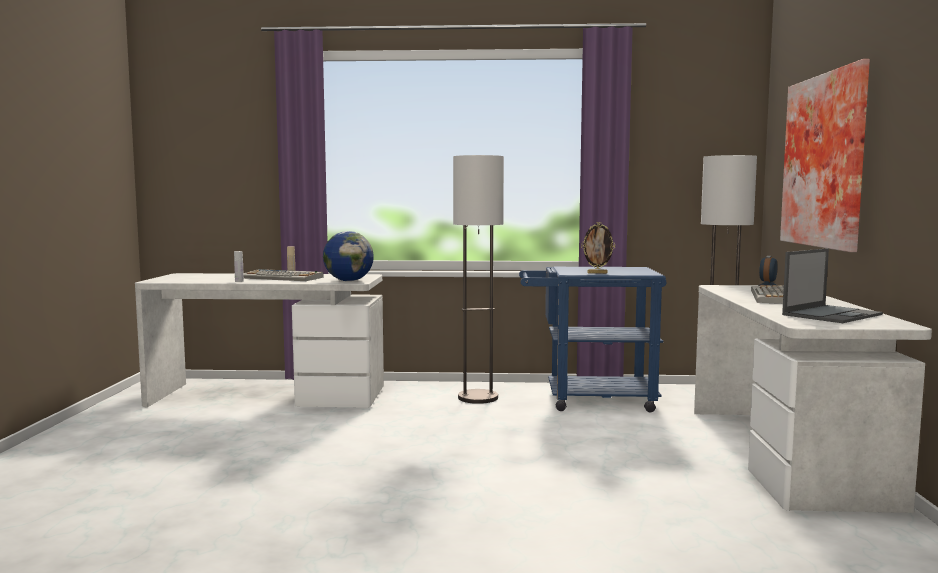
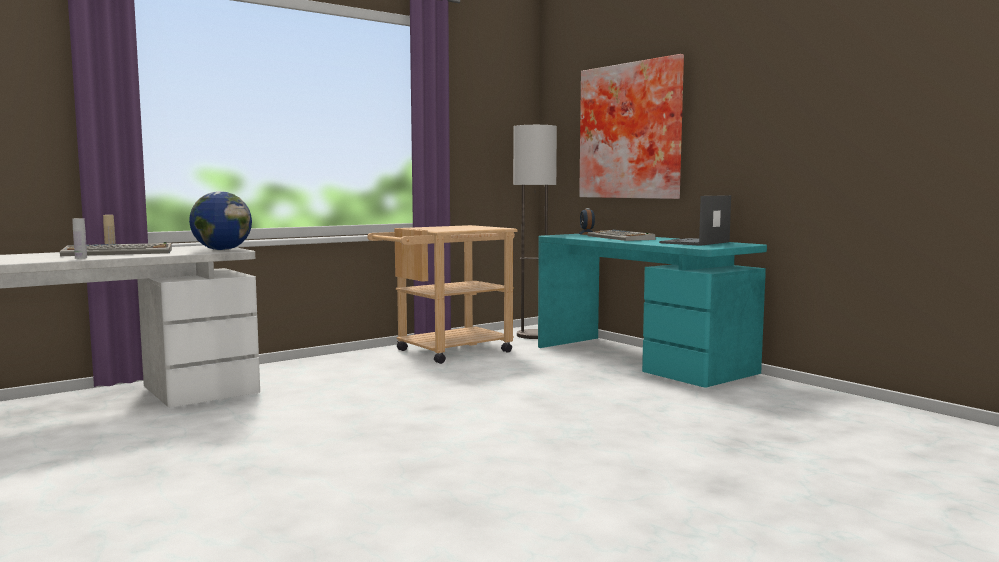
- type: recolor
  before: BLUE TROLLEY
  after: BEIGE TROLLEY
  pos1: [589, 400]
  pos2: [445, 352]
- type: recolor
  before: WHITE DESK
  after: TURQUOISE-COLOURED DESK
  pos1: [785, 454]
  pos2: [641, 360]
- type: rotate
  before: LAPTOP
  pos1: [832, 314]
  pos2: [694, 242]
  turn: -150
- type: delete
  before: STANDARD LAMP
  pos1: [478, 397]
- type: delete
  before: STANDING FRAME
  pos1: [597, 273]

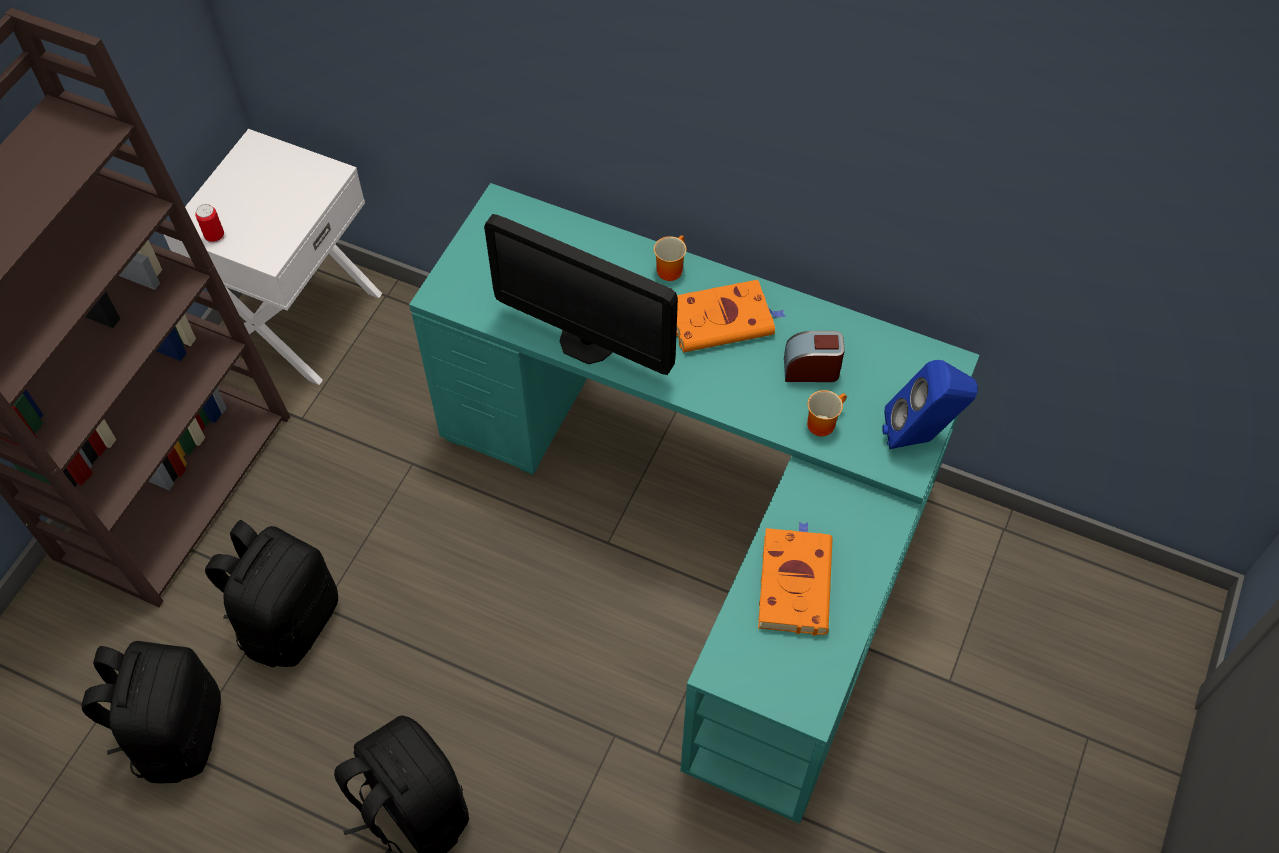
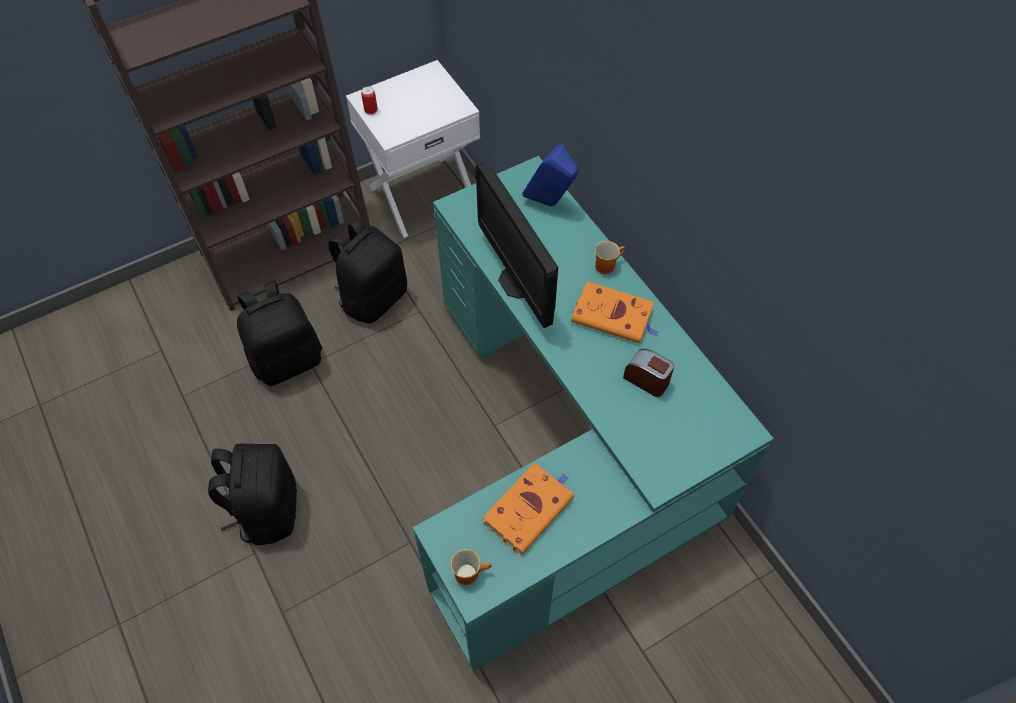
- type: move
  before: BLACK-COLOURED RUCKSACK
  pos1: [176, 732]
  pos2: [373, 297]
- type: move
  before: TEA MUG
  pos1: [822, 421]
  pos2: [469, 571]
- type: move
  before: BLUE AUDIO SPEAKER
  pos1: [920, 437]
  pos2: [550, 203]

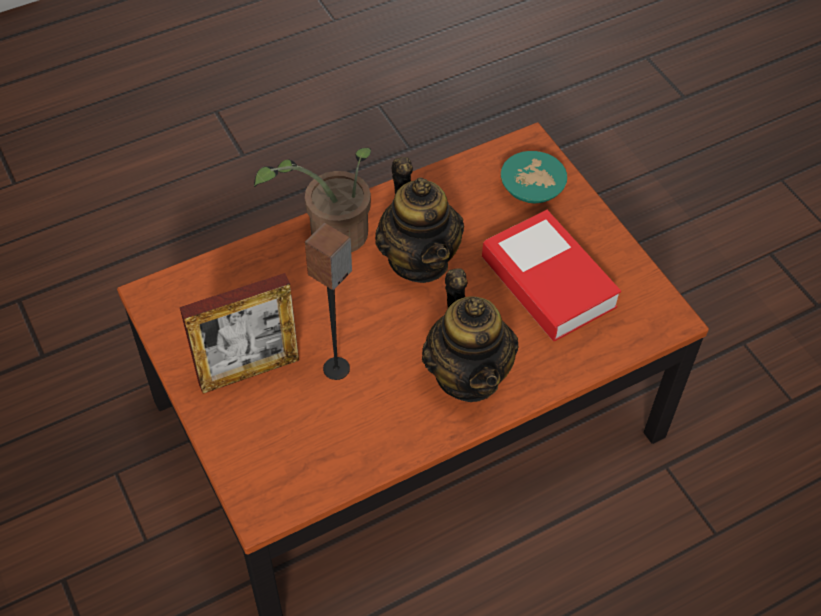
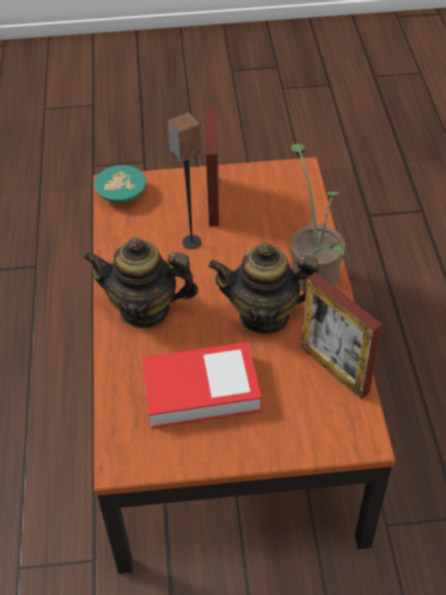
- type: move
  before: TURQUOISE-COLOURED DEEP DISH
  pos1: [534, 190]
  pos2: [120, 194]
- type: insert
  after: STANDING FRAME
  pos2: [334, 369]

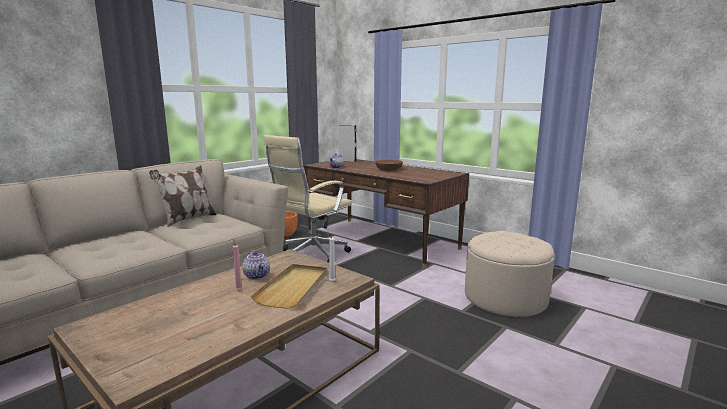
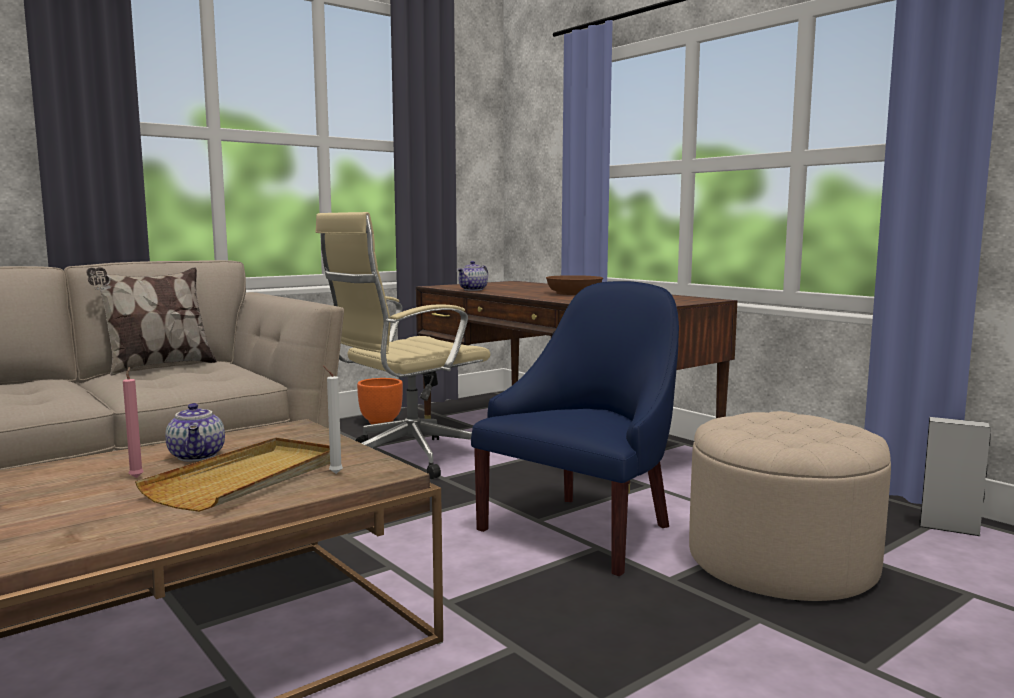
- type: insert
  after: BLUE LOUNGE CHAIR
  pos2: [583, 529]
- type: move
  before: GREYISH AUDIO SPEAKER
  pos1: [347, 161]
  pos2: [949, 527]

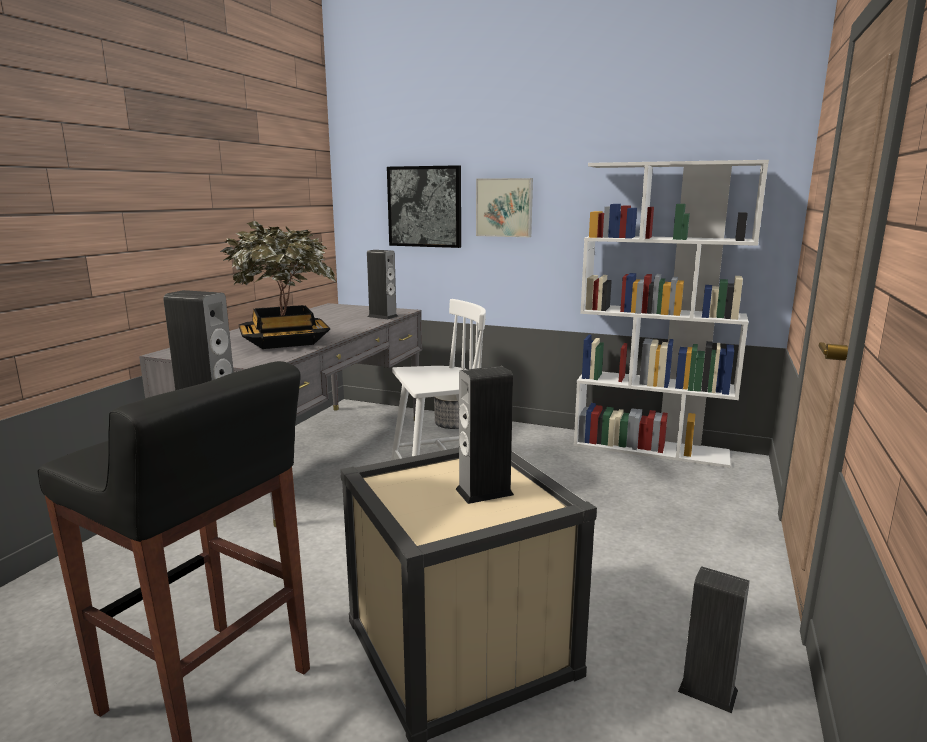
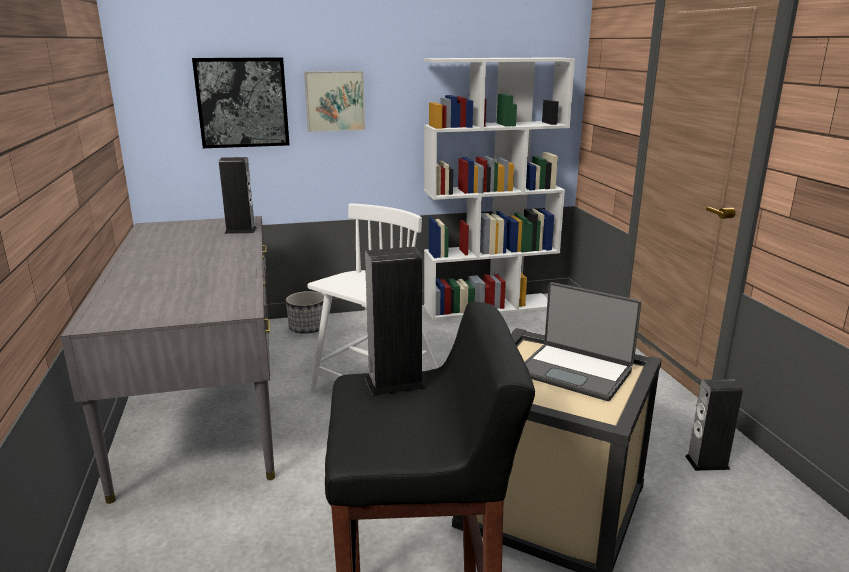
- type: replace
  before: AUDIO SPEAKER
  after: LAPTOP
  pos1: [484, 492]
  pos2: [575, 372]
- type: delete
  before: POTTED PLANT
  pos1: [284, 341]

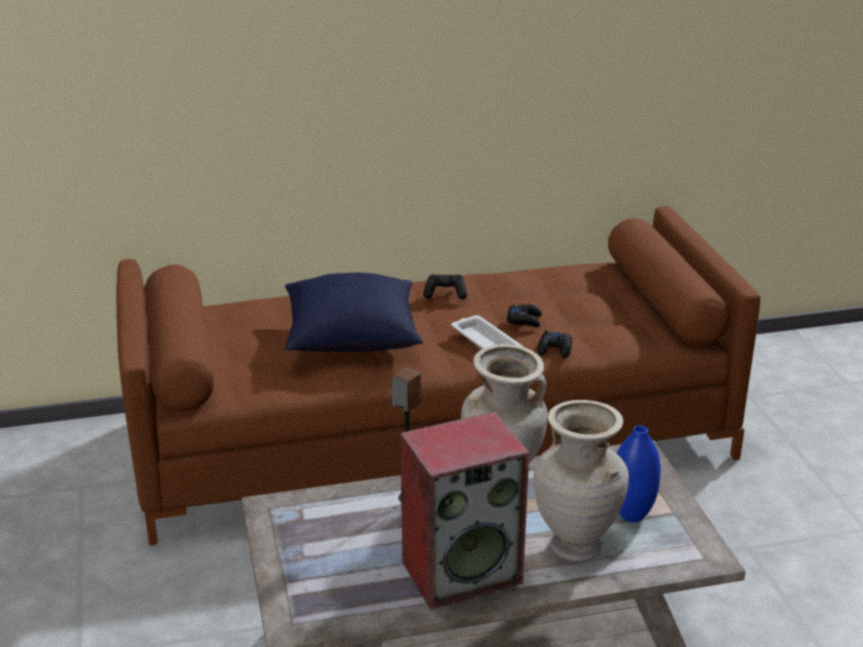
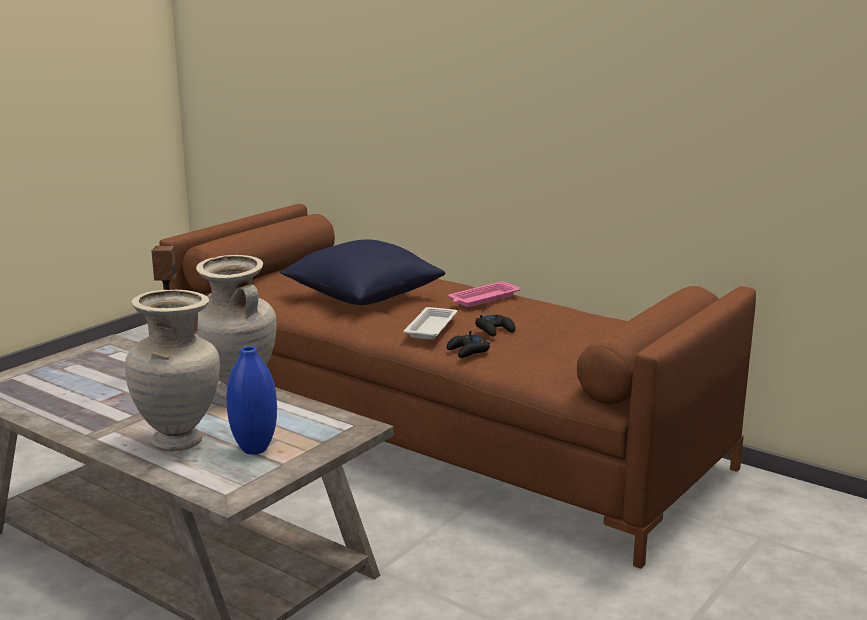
- type: replace
  before: BLACK-COLOURED GAME CONTROLLER
  after: PINK CARRYING TRAY
  pos1: [445, 294]
  pos2: [483, 299]
- type: delete
  before: AUDIO SPEAKER
  pos1: [462, 571]

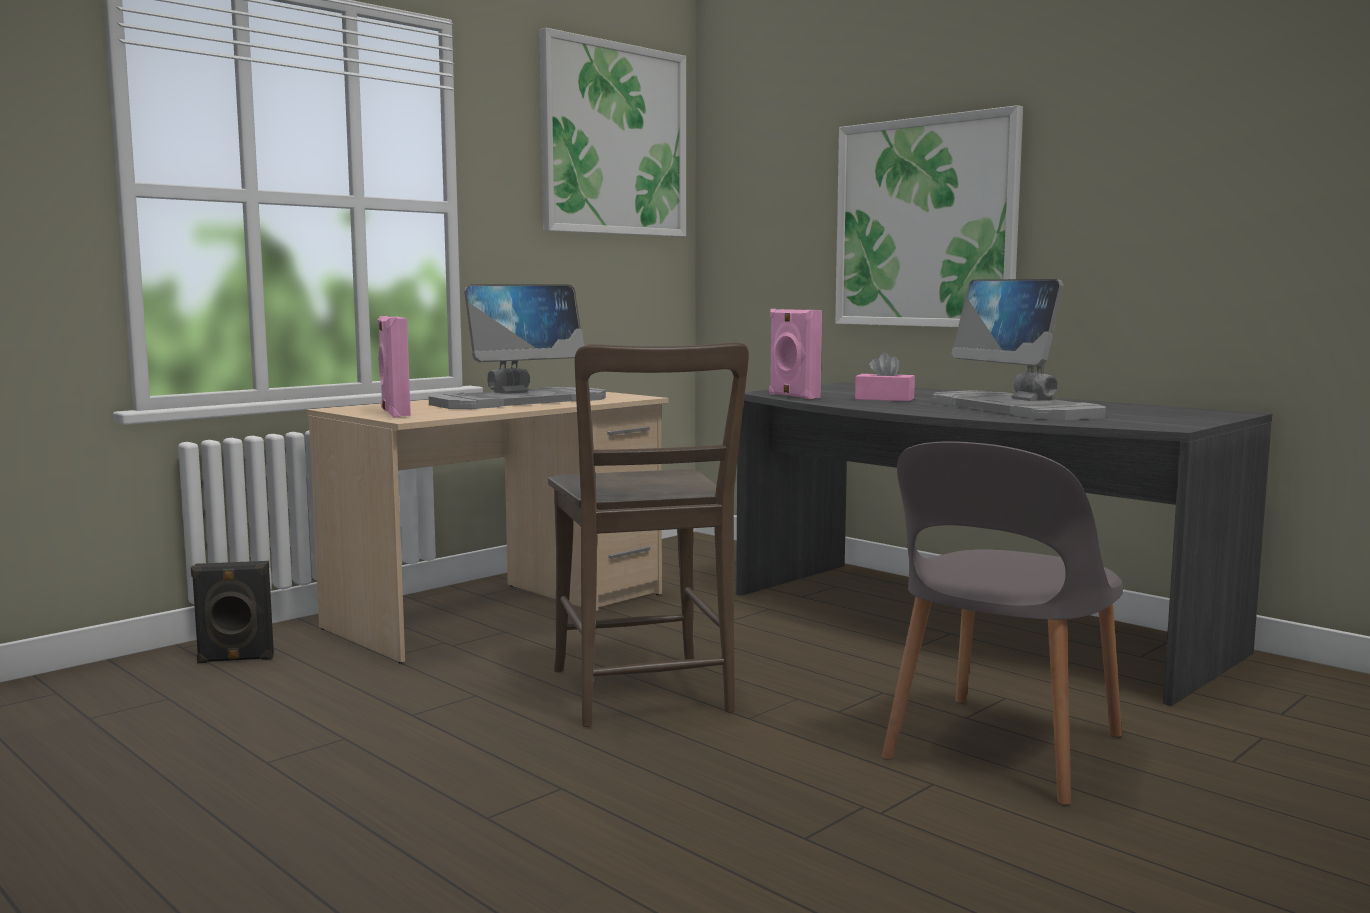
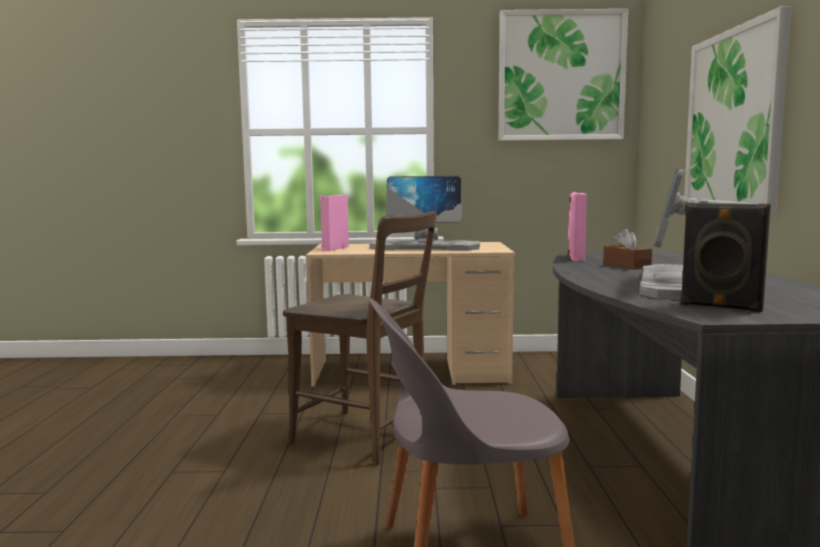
- type: rotate
  before: BROWN-COLOURED CHAIR
  pos1: [643, 694]
  pos2: [365, 438]
  turn: -90
- type: recolor
  before: PINK TISSUE HOLDER
  after: BROWN-COLOURED TISSUE HOLDER
  pos1: [884, 399]
  pos2: [626, 266]
- type: move
  before: BLACK-COLOURED AUDIO SPEAKER
  pos1: [235, 659]
  pos2: [720, 307]

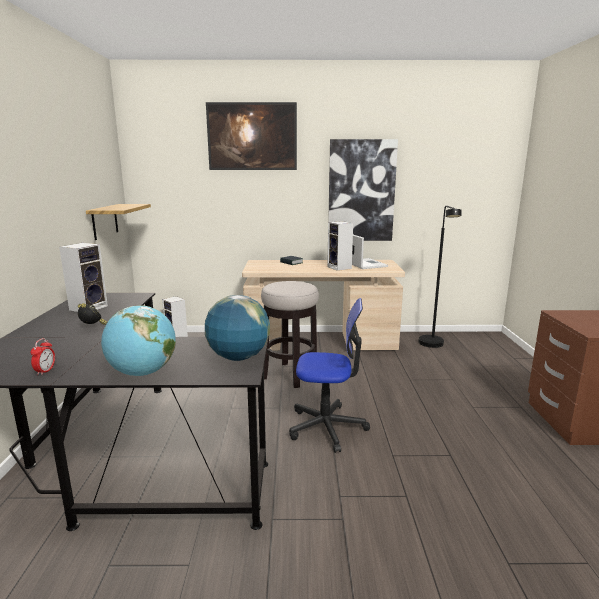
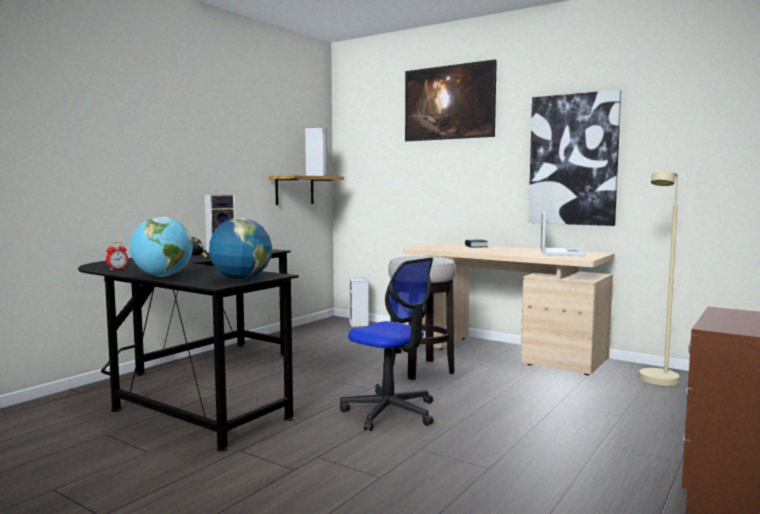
- type: move
  before: AUDIO SPEAKER
  pos1: [340, 268]
  pos2: [317, 176]
- type: recolor
  before: BLACK-COLOURED STANDARD LAMP
  after: BEIGE STANDARD LAMP
  pos1: [433, 345]
  pos2: [657, 382]

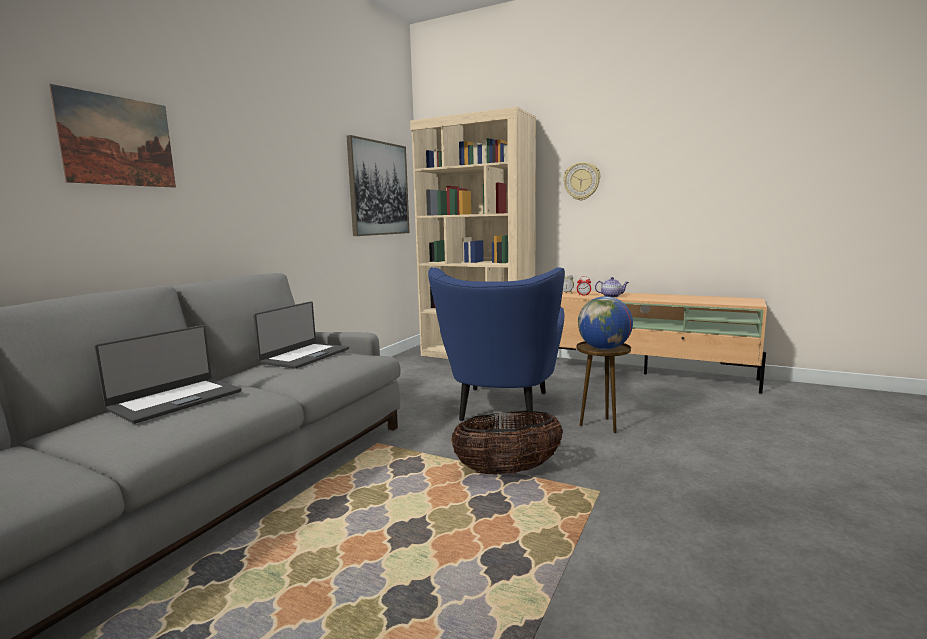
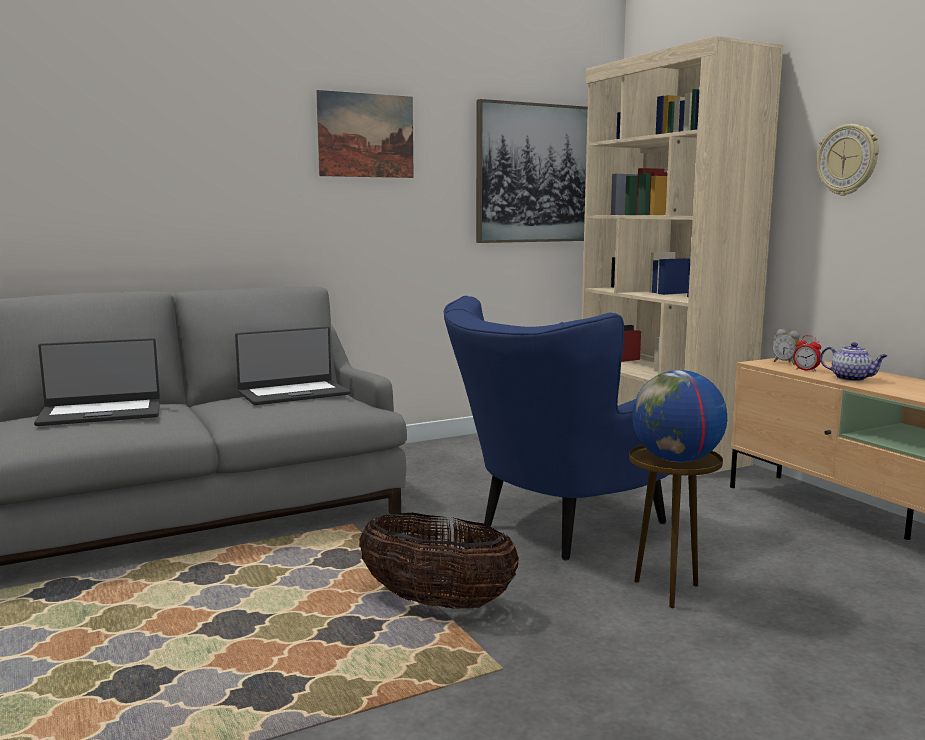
- type: move
  before: PICTURE
  pos1: [118, 141]
  pos2: [366, 135]

